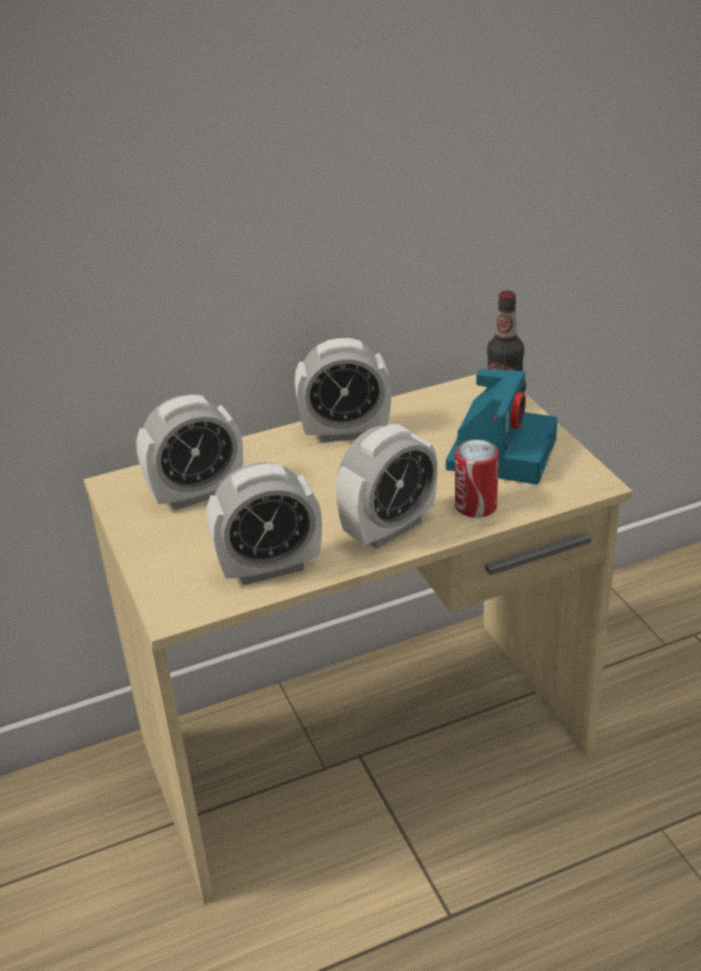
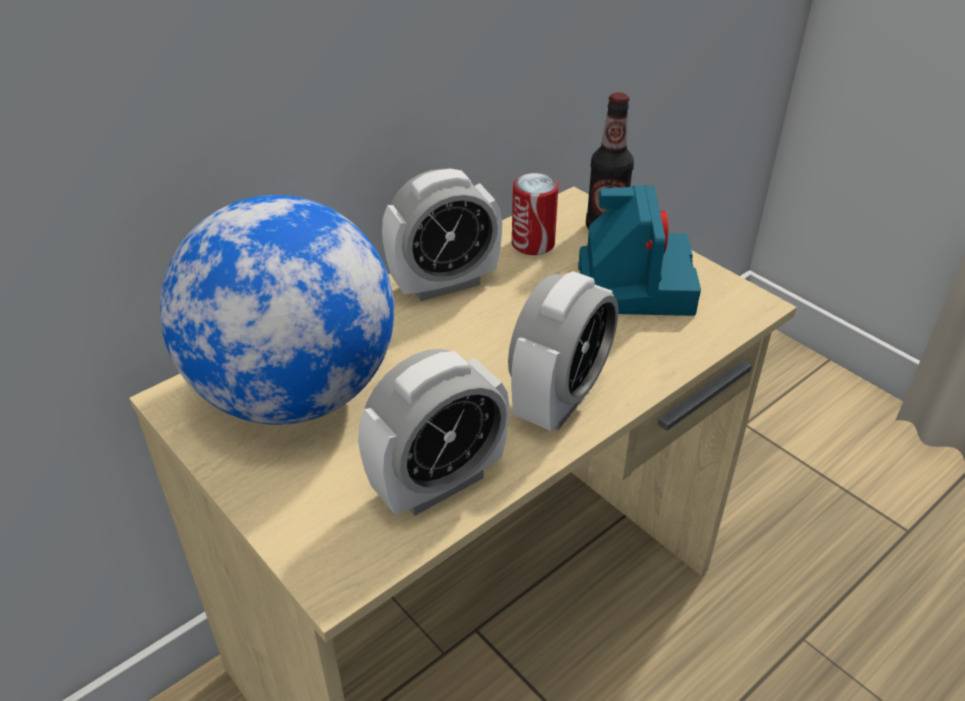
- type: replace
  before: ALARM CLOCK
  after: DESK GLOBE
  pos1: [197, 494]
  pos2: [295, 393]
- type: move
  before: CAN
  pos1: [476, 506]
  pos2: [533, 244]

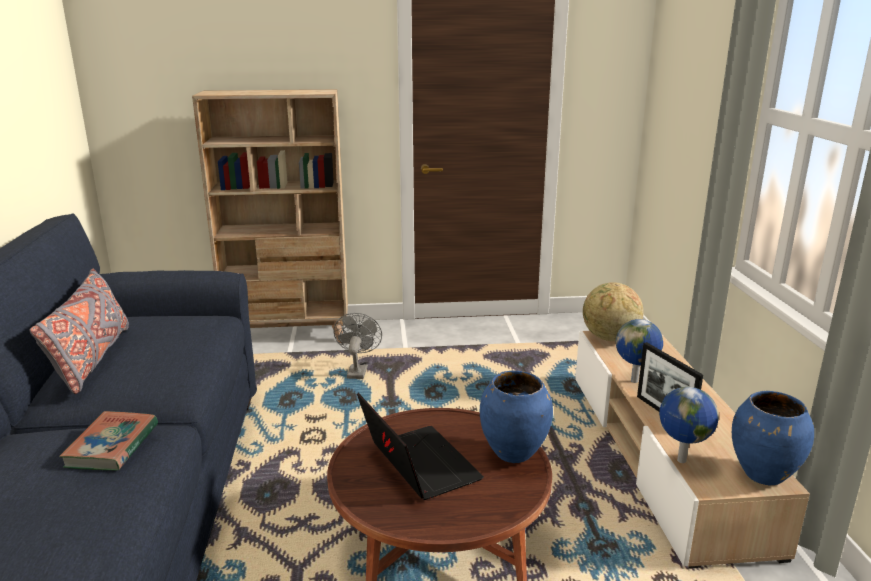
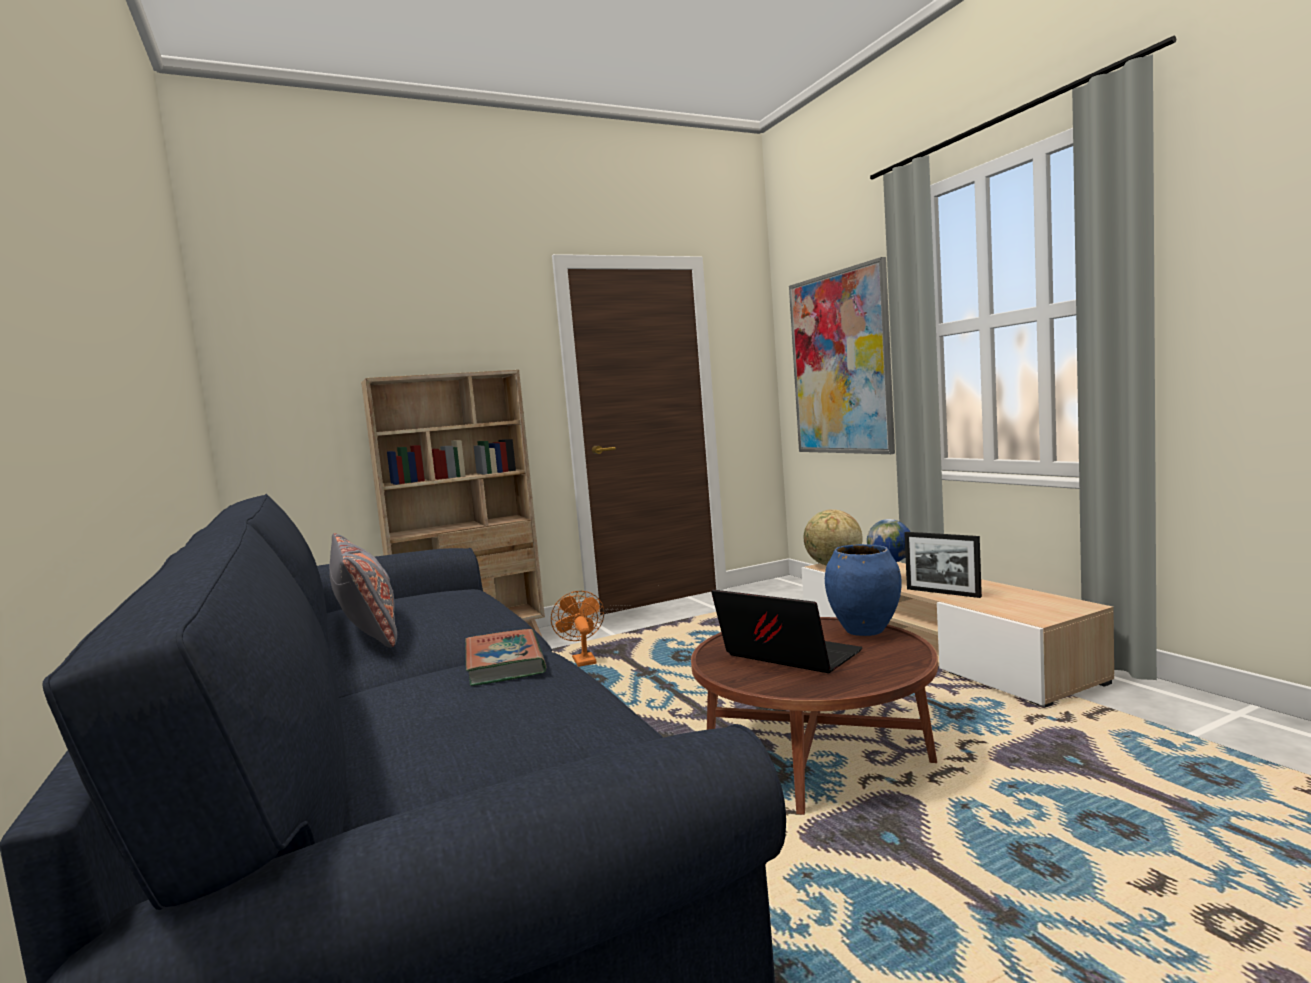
- type: recolor
  before: GREYISH ELECTRIC FAN
  after: ORANGEY ELECTRIC FAN
  pos1: [357, 370]
  pos2: [582, 659]
- type: insert
  after: PICTURE
  pos2: [840, 363]
- type: delete
  before: DESK GLOBE
  pos1: [680, 460]
- type: delete
  before: BLUE VASE
  pos1: [764, 475]

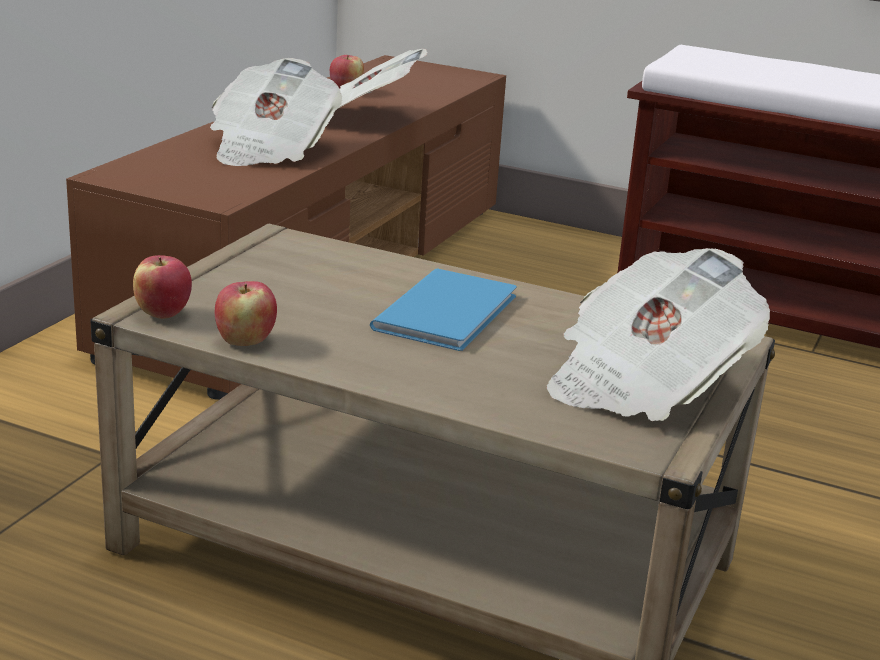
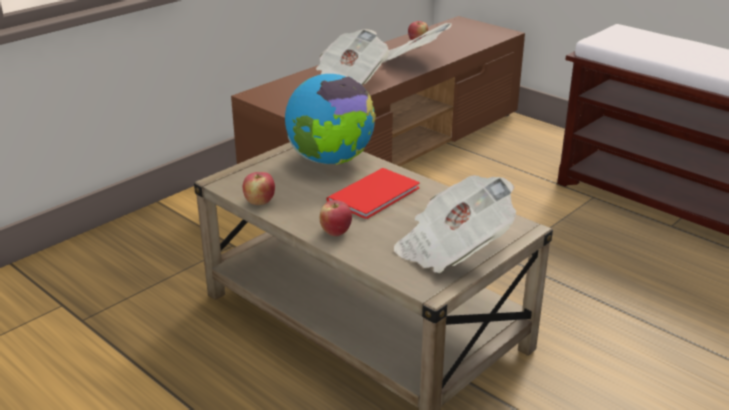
- type: insert
  after: DESK GLOBE
  pos2: [331, 160]
- type: move
  before: WHOLE APPLE
  pos1: [163, 313]
  pos2: [335, 232]
- type: recolor
  before: BLUE BOOK
  after: RED-COLOURED BOOK
  pos1: [452, 311]
  pos2: [377, 194]

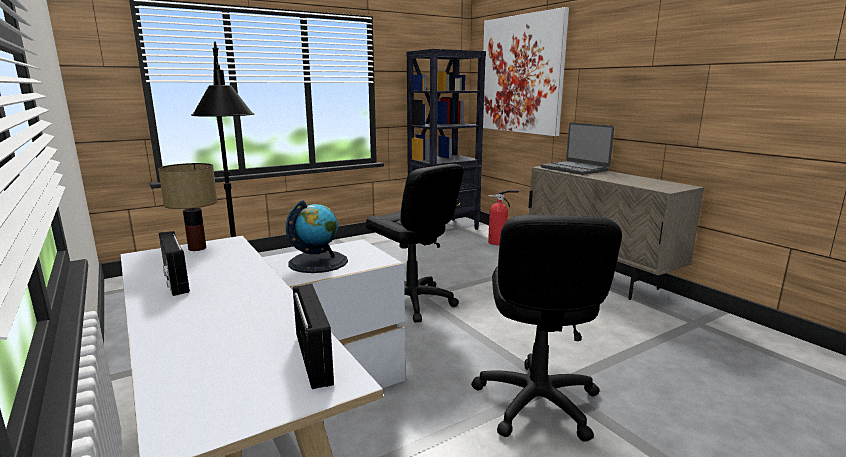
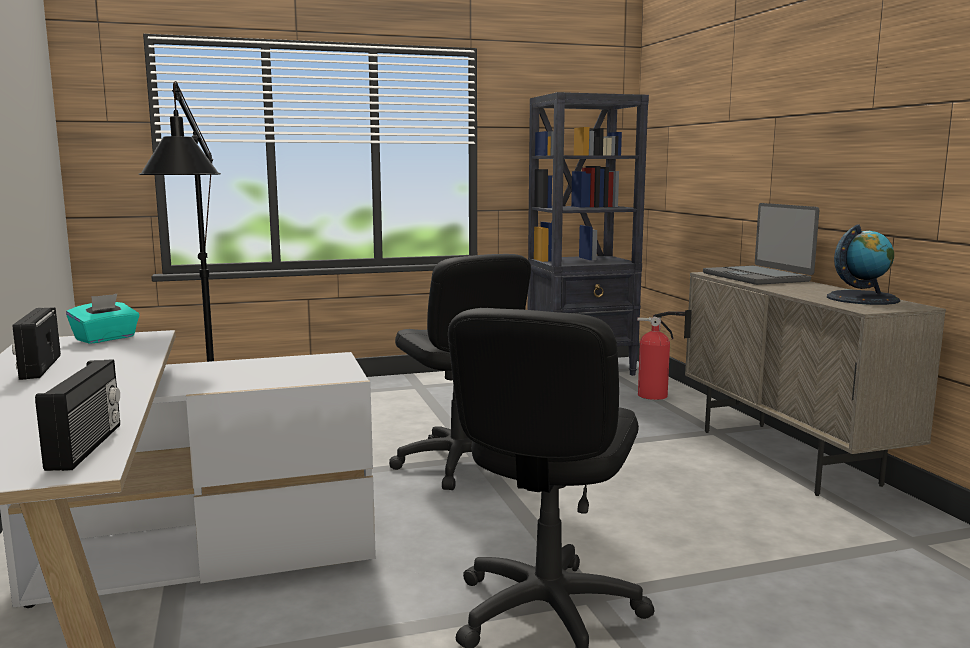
- type: replace
  before: TABLETOP LAMP
  after: TURQUOISE-COLOURED TISSUE HOLDER
  pos1: [197, 248]
  pos2: [106, 338]
- type: move
  before: DESK GLOBE
  pos1: [318, 262]
  pos2: [862, 298]
- type: delete
  before: PICTURE
  pos1: [521, 75]

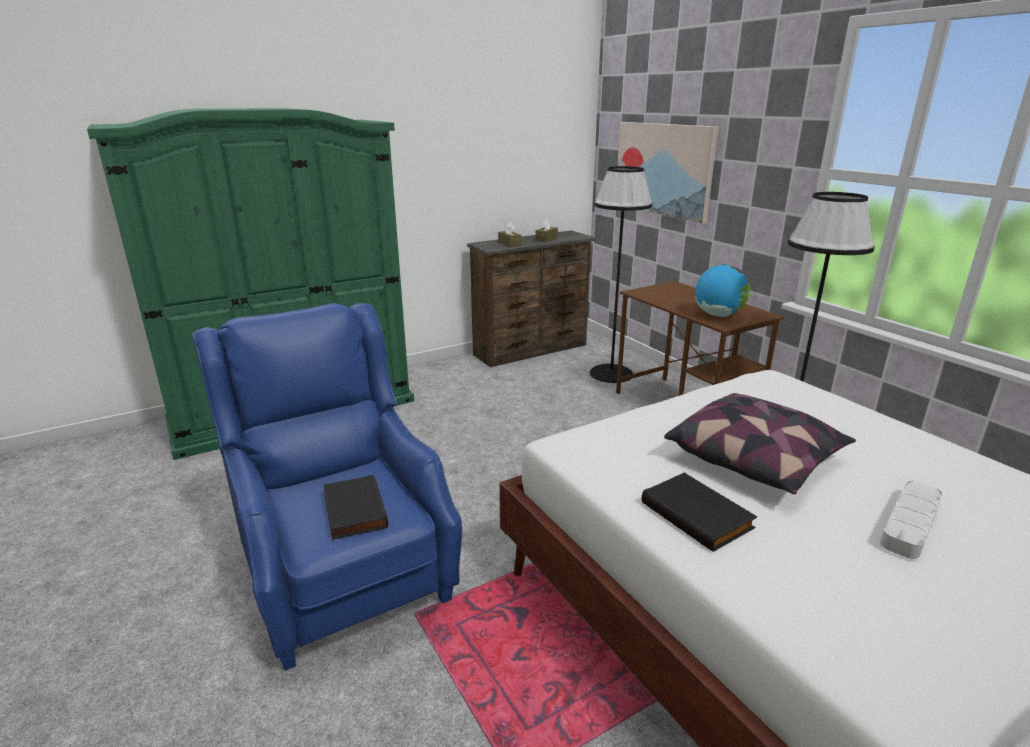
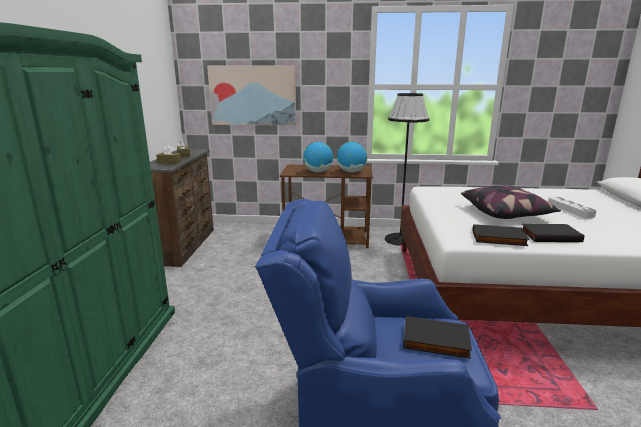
- type: insert
  after: DESK GLOBE
  pos2: [318, 172]
- type: insert
  after: BLACK-COLOURED BOOK
  pos2: [498, 239]
- type: delete
  before: BLACK-COLOURED STANDARD LAMP
  pos1: [611, 373]

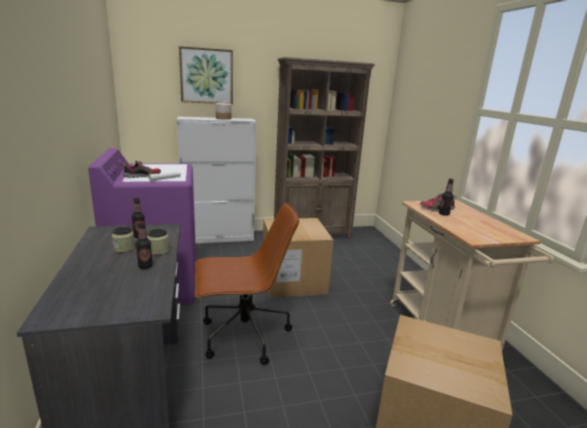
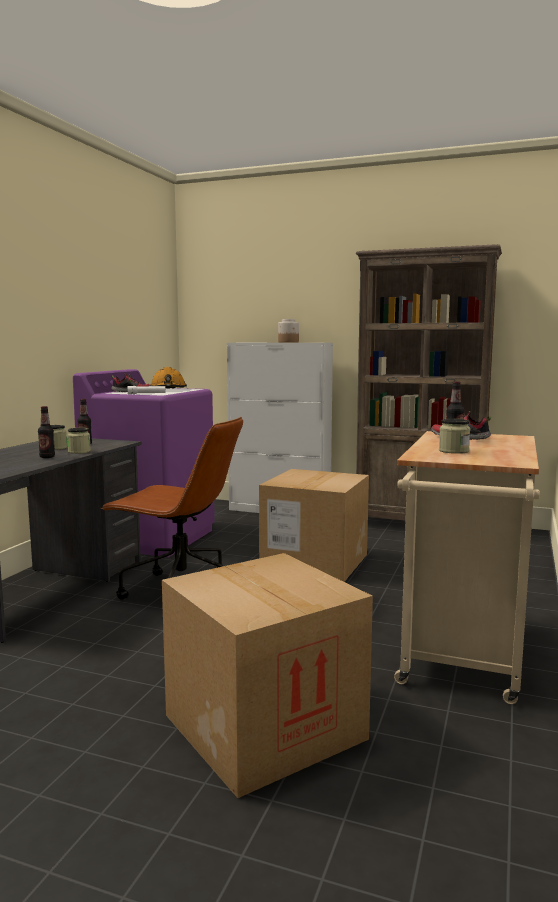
- type: insert
  after: ORANGEY SAFETY HELMET
  pos2: [168, 389]
- type: insert
  after: STORAGE JAR
  pos2: [453, 451]
- type: delete
  before: PICTURE
  pos1: [206, 76]

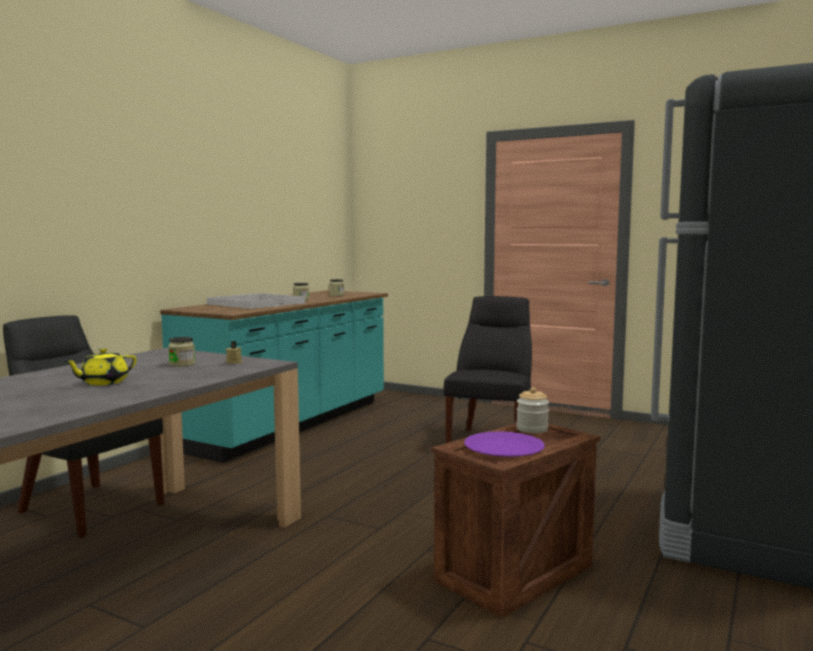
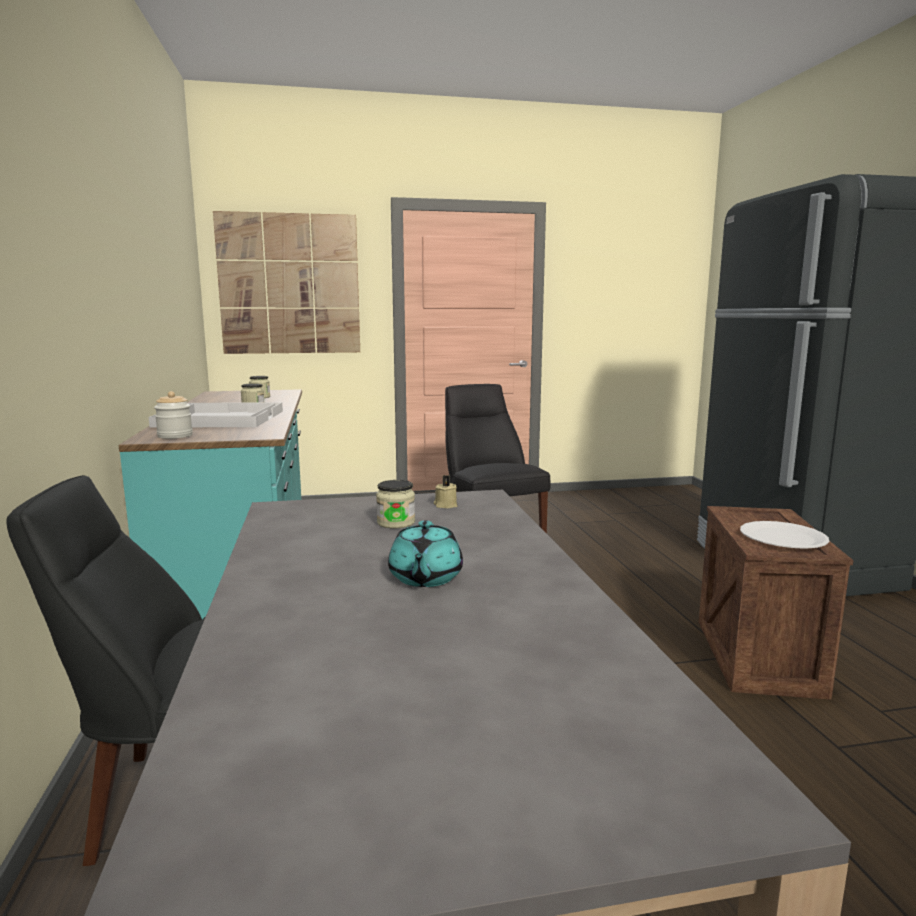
- type: move
  before: STORAGE JAR
  pos1: [532, 429]
  pos2: [175, 436]
- type: insert
  after: PICTURE
  pos2: [289, 284]
- type: recolor
  before: YELLOW-COLOURED POT FOR TEA
  after: TURQUOISE-COLOURED POT FOR TEA
  pos1: [103, 382]
  pos2: [425, 578]
- type: recolor
  before: PURPLE-COLOURED PLATE
  after: WHITE PLATE
  pos1: [504, 447]
  pos2: [782, 537]

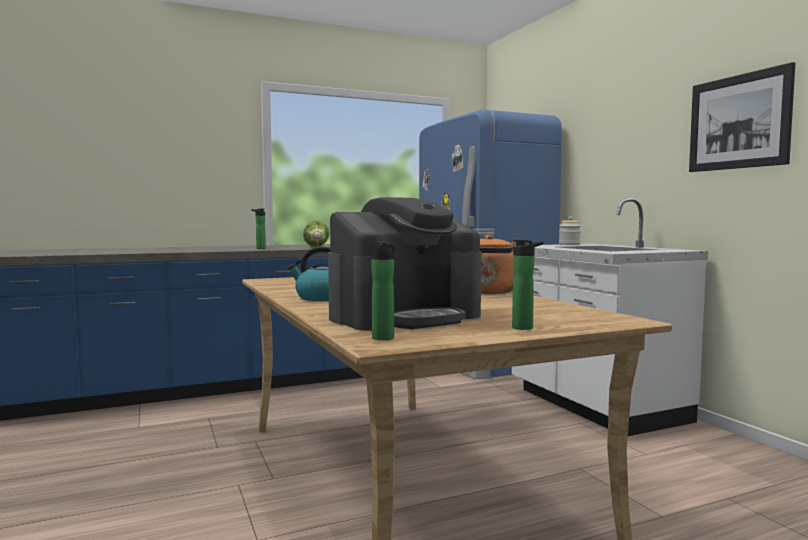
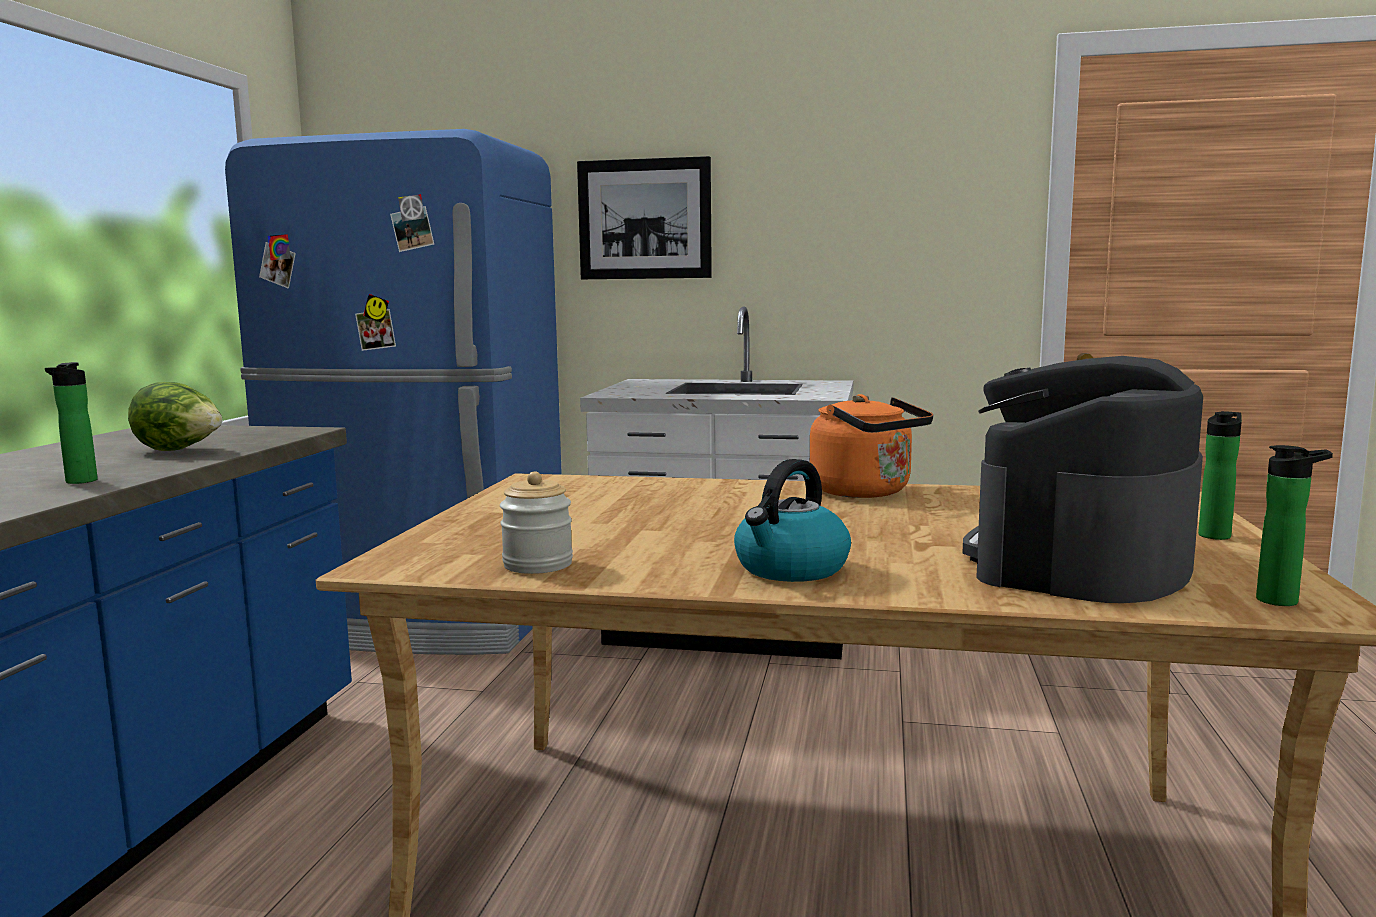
- type: move
  before: STORAGE JAR
  pos1: [569, 244]
  pos2: [538, 564]
- type: move
  before: PICTURE
  pos1: [738, 122]
  pos2: [644, 219]
- type: rotate
  before: COFFEE BREWER
  pos1: [405, 317]
  pos2: [1079, 562]
  turn: -150

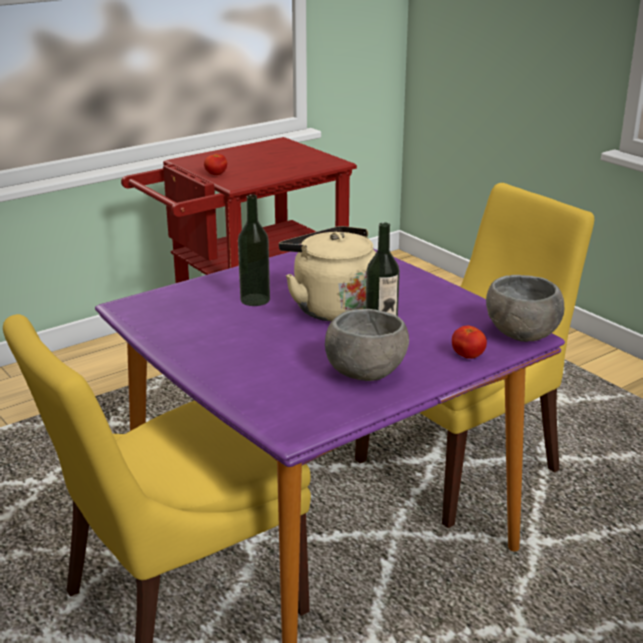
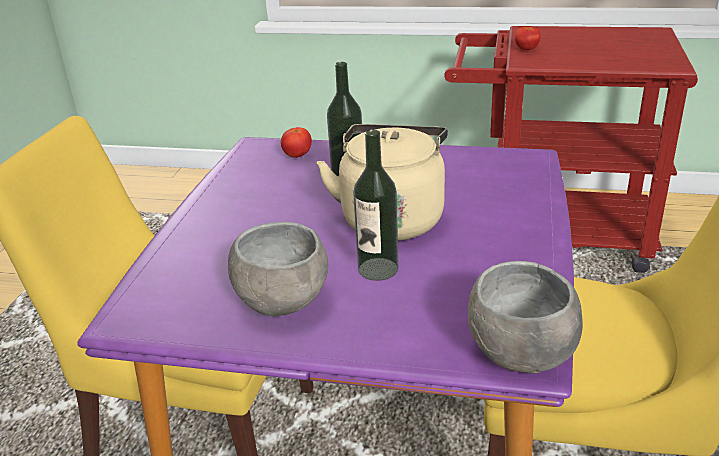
- type: move
  before: TOMATO
  pos1: [468, 356]
  pos2: [297, 155]

